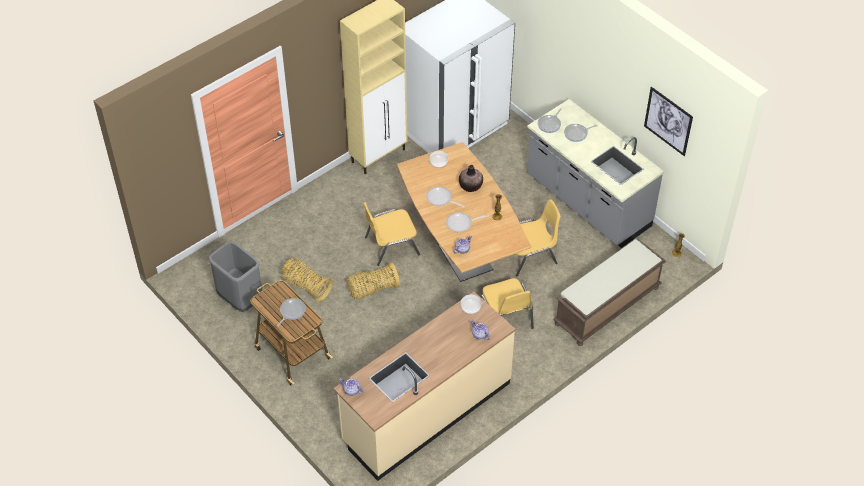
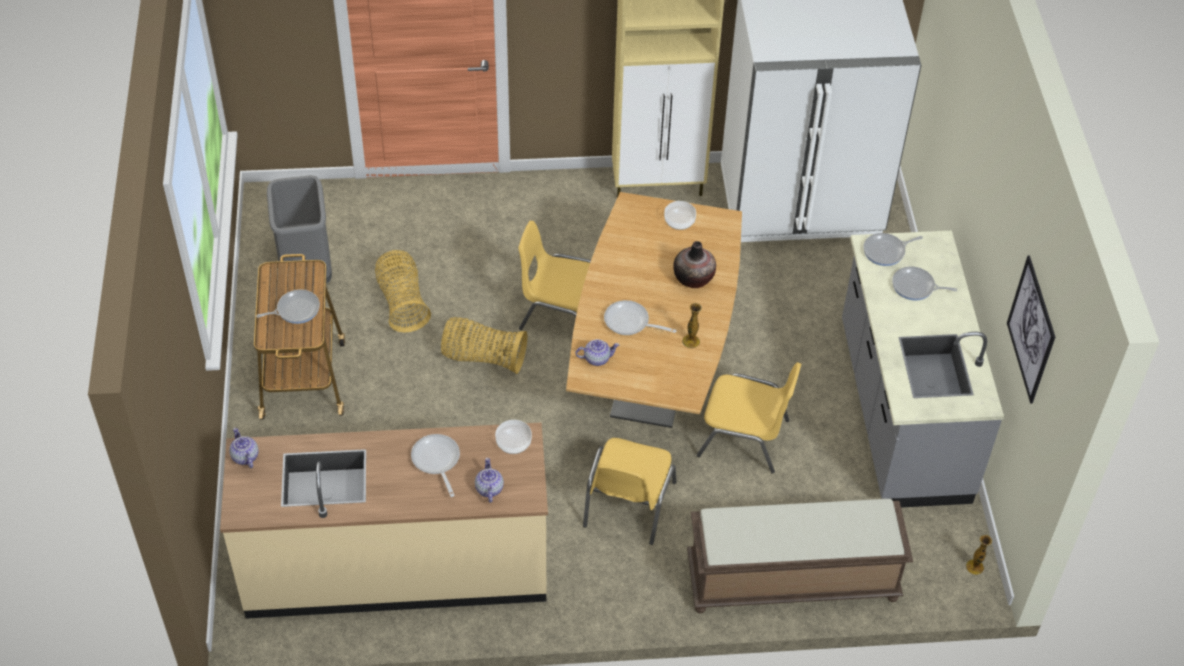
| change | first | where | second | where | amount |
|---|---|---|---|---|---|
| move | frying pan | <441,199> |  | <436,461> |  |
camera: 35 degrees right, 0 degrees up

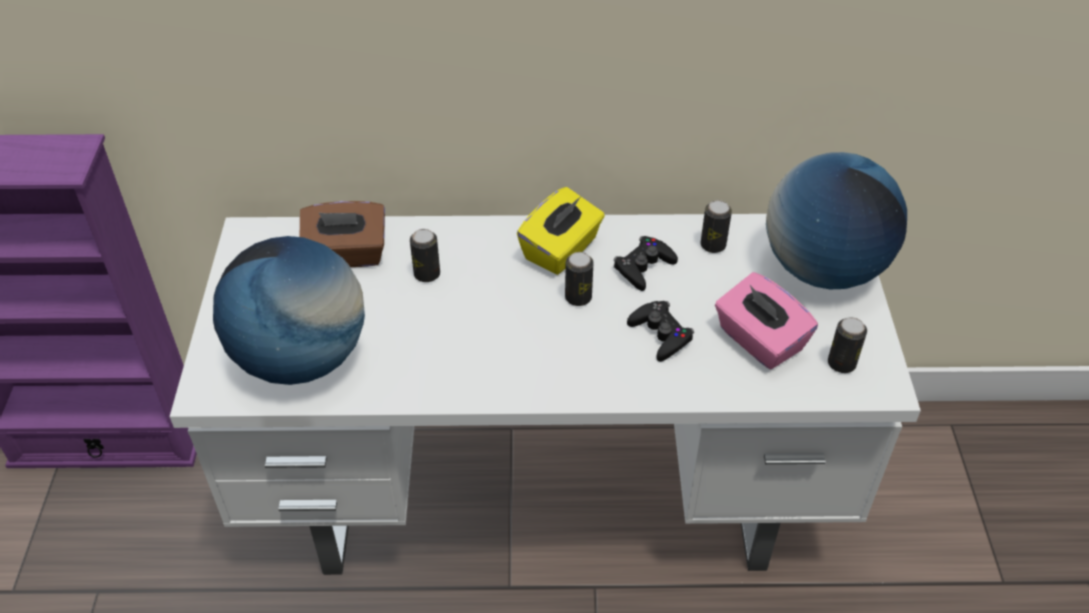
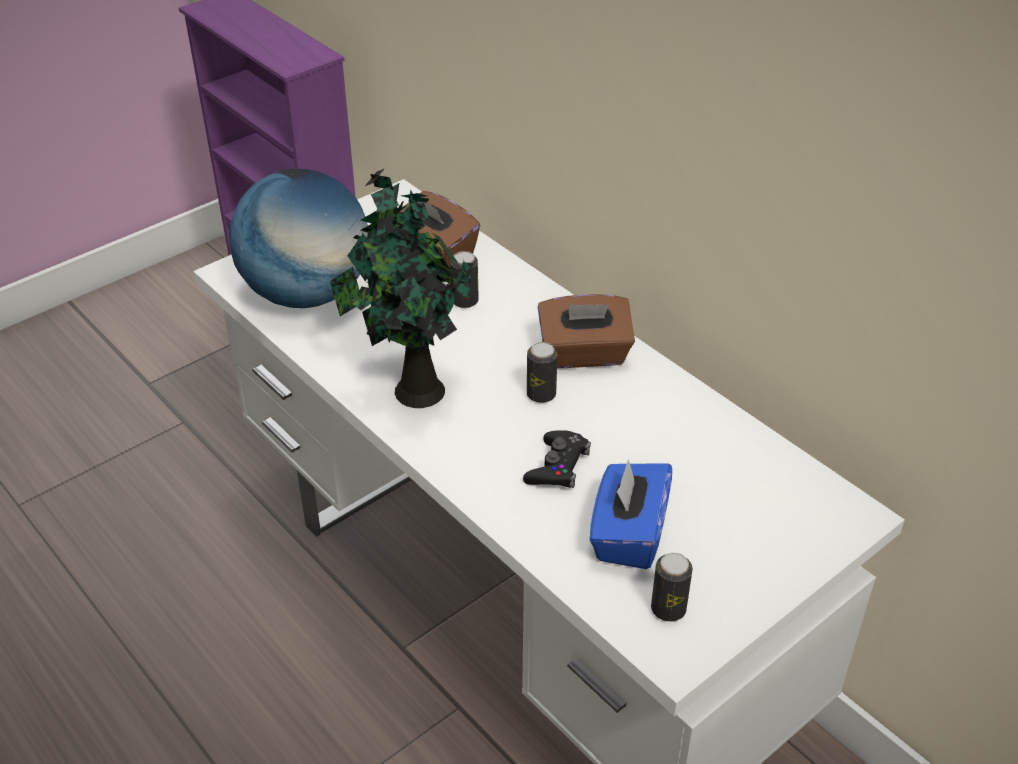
| change | first | where | second | where | amount |
|---|---|---|---|---|---|
| delete | black game controller | <643,267> |  |  |  |
| delete | can | <713,245> |  |  |  |
| delete | globe | <823,270> |  |  |  |
| insert |  |  | potted plant | <414,390> |  |
| recolor | yellow tissue box | <561,250> | brown tissue box | <584,354> |  |
| recolor | pink tissue box | <759,341> | blue tissue box | <628,535> |  |
camera: 50 degrees right, 5 degrees down

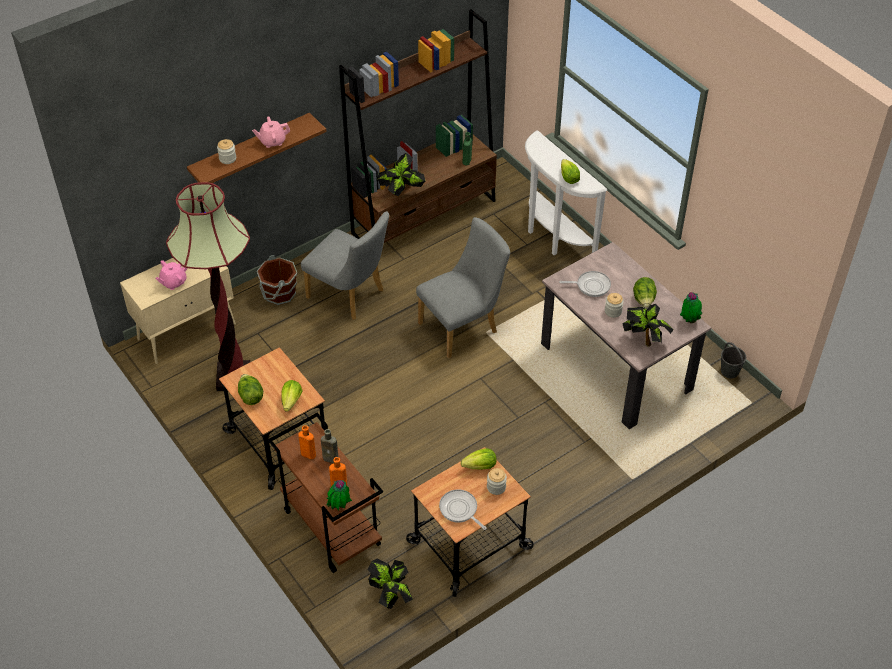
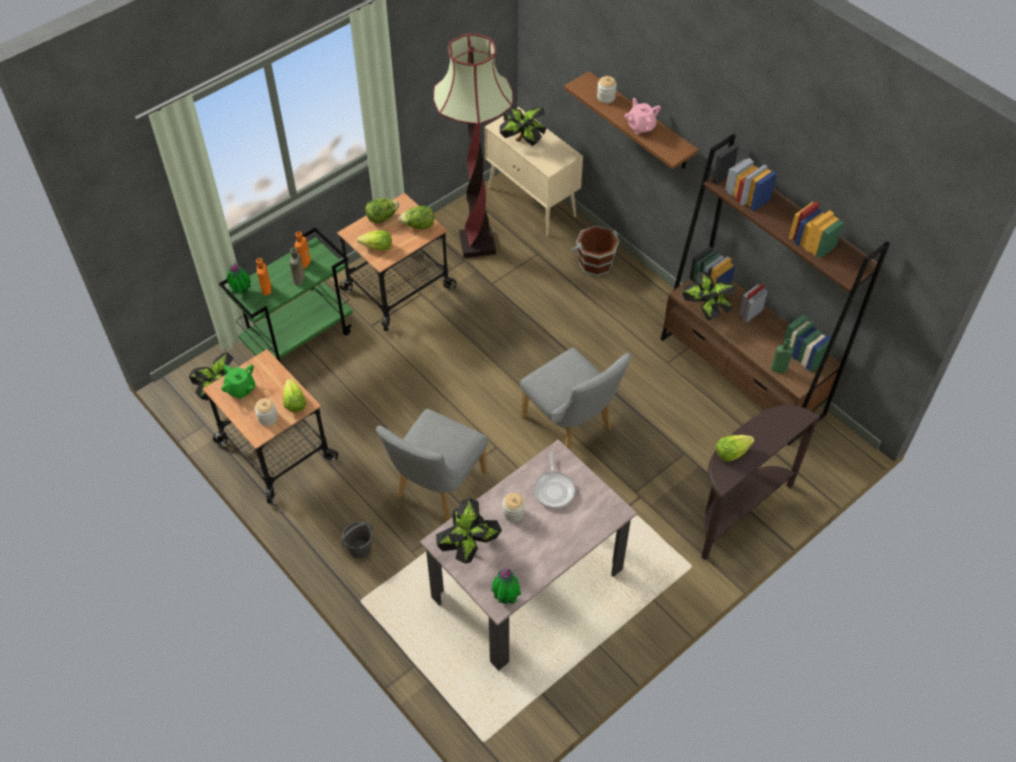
| change | first | where | second | where | amount |
|---|---|---|---|---|---|
| move | grey chair | <350,296> |  | <436,489> |  |
| move | lettuce | <644,300> |  | <418,226> |  |
| move | grey bucket | <729,371> |  | <359,549> |  |
| replace | pink teapot | <173,282> | potted plant | <523,142> |  |
| replace | frying pan | <460,510> | green teapot | <241,389> |  |
| recolor | brown cart | <330,527> | green cart | <299,338> |  |
| recolor | white console table | <553,238> | brown console table | <736,511> |  |
camera: 85 degrees right, 5 degrees up

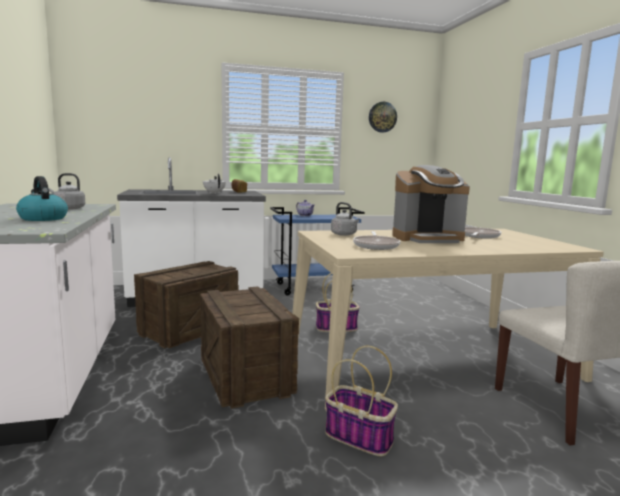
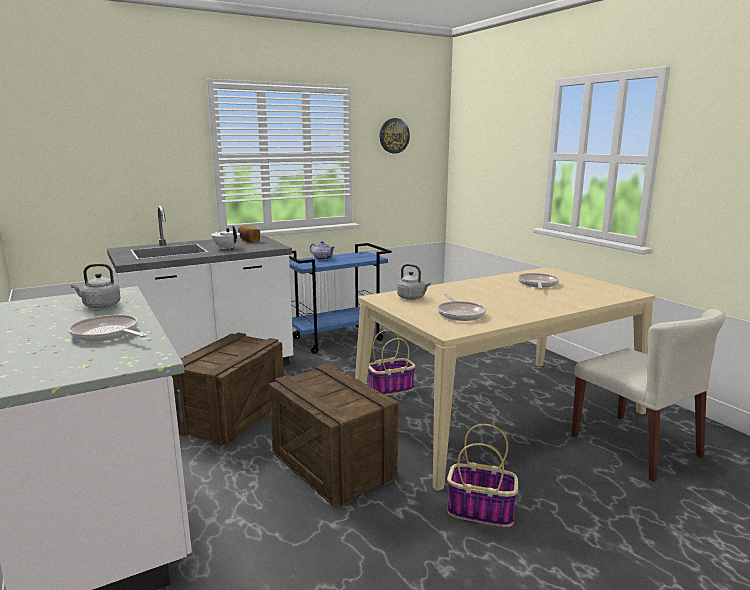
| change | first | where | second | where | amount |
|---|---|---|---|---|---|
| delete | coffee machine | <427,238> |  |  |  |
| replace | kettle | <42,218> | frying pan | <107,334> |  |
camera: 15 degrees left, 5 degrees up

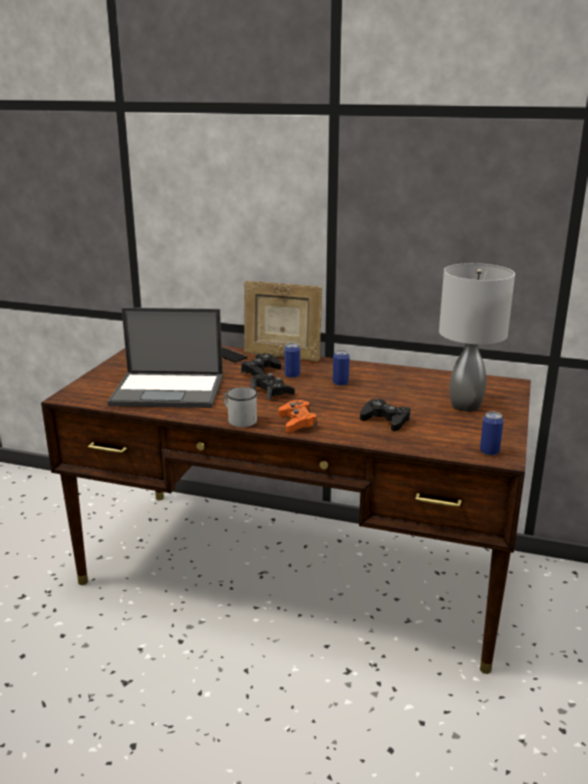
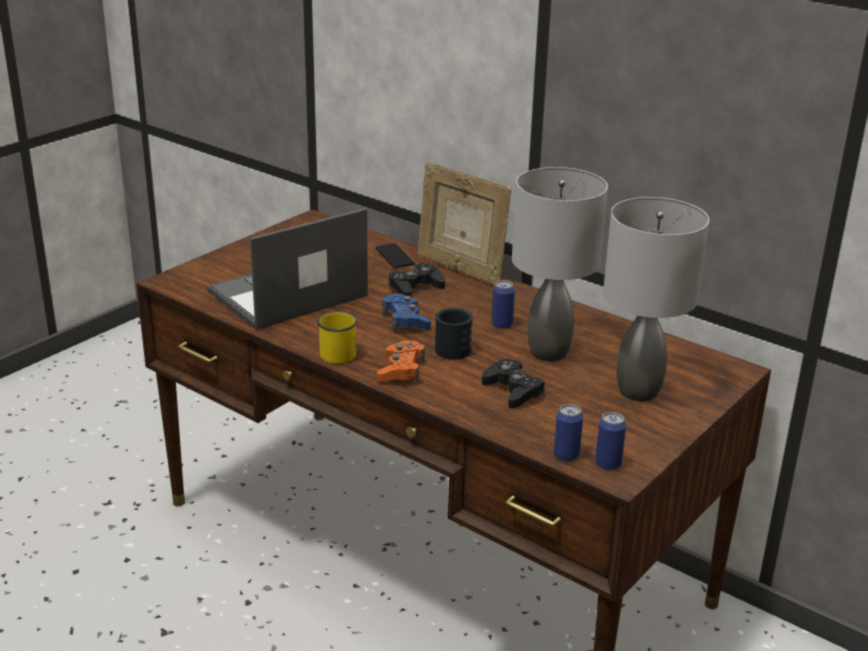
| change | first | where | second | where | amount |
|---|---|---|---|---|---|
| insert |  |  | black mug | <454,346> |  |
| insert |  |  | grey table lamp | <549,351> |  |
| move | can | <292,375> |  | <566,455> |  |
| recolor | white mug | <239,420> | yellow mug | <335,352> |  |
| recolor | black game controller | <272,392> | blue game controller | <405,320> |  |
| rotate | laptop | <169,390> |  | <286,294> | 120 degrees clockwise |
camera: 20 degrees right, 5 degrees up

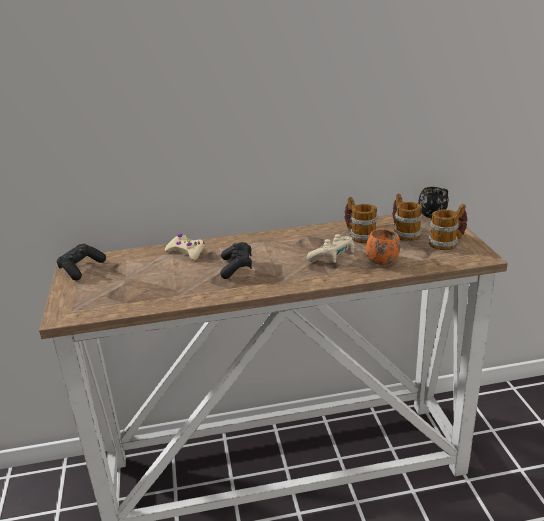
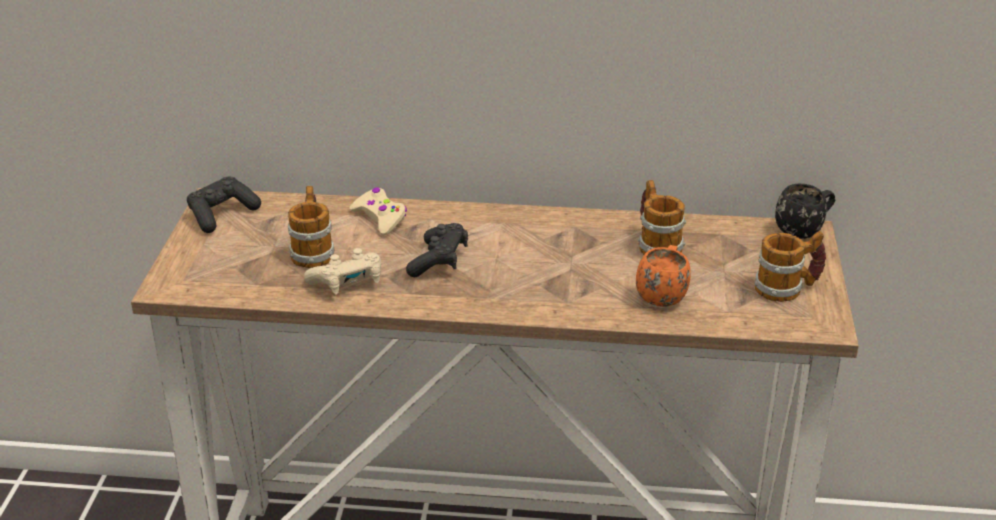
| change | first | where | second | where | amount |
|---|---|---|---|---|---|
| move | beige game controller | <332,257> |  | <348,283> |  |
| move | mug | <404,233> |  | <313,251> |  |
camera: 15 degrees right, 5 degrees up

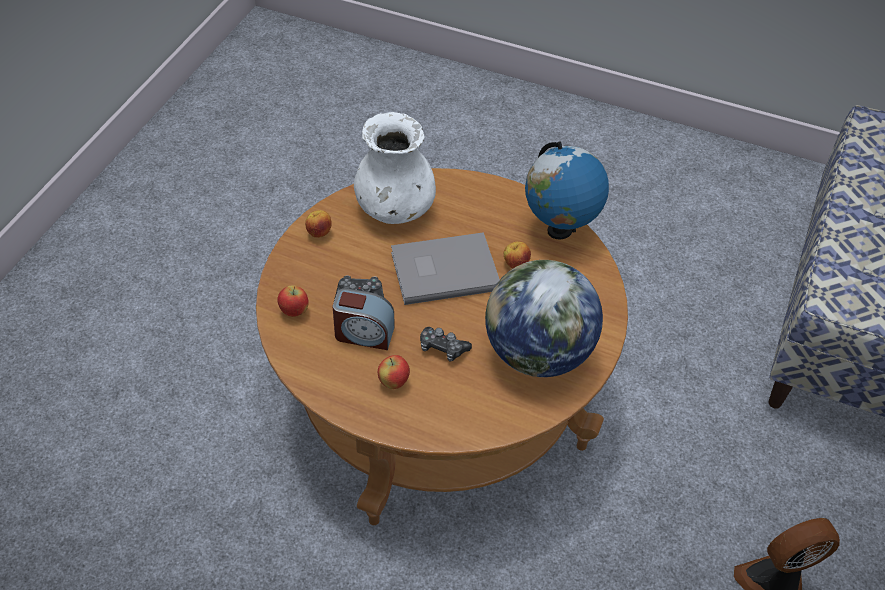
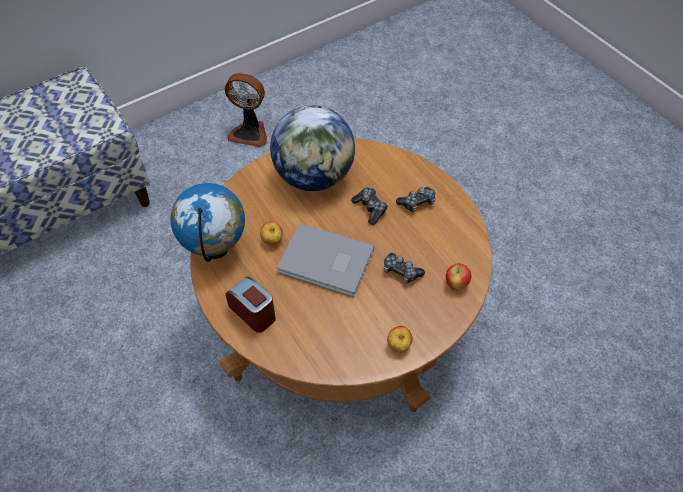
| change | first | where | second | where | amount |
|---|---|---|---|---|---|
| delete | white vase | <395,209> |  |  |  |
| move | alarm clock | <363,334> |  | <253,312> |  |
| replace | apple | <393,382> | game controller | <417,203> |  |
camera: 145 degrees left, 5 degrees up

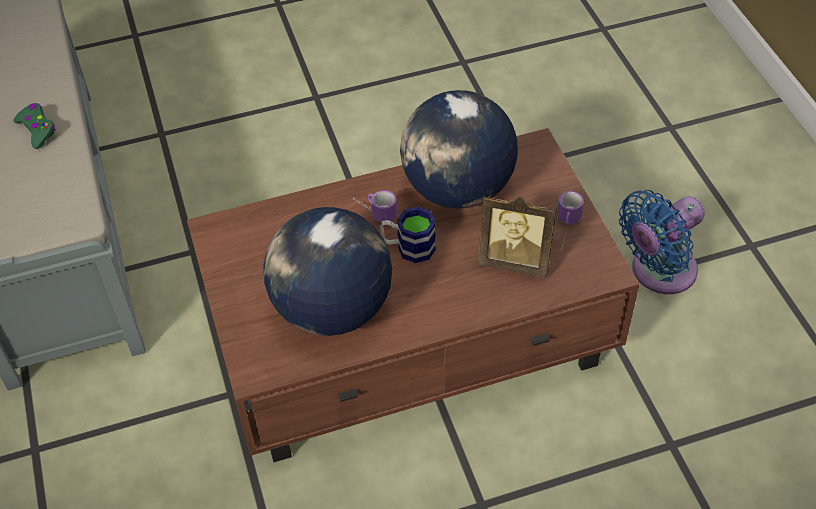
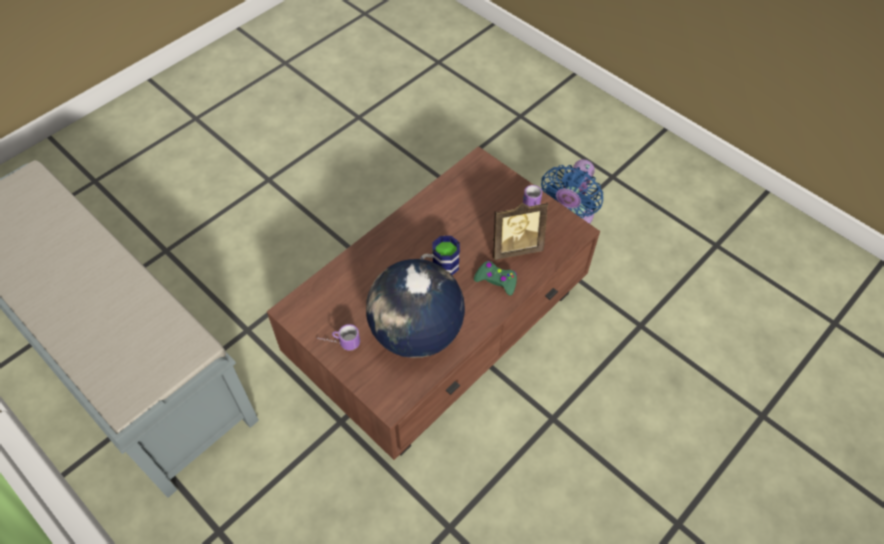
| change | first | where | second | where | amount |
|---|---|---|---|---|---|
| delete | globe | <456,189> |  |  |  |
| move | green game controller | <37,130> |  | <496,280> |  |
| move | mug | <373,212> |  | <339,342> |  |
camera: 30 degrees left, 5 degrees up

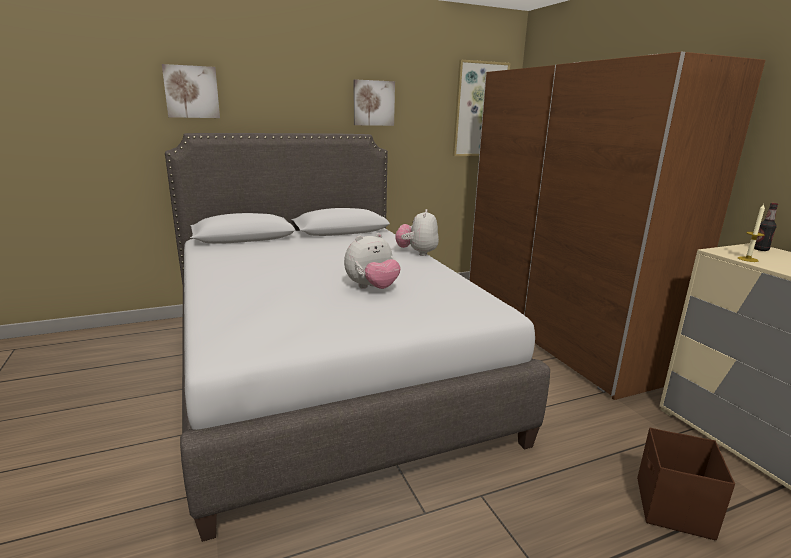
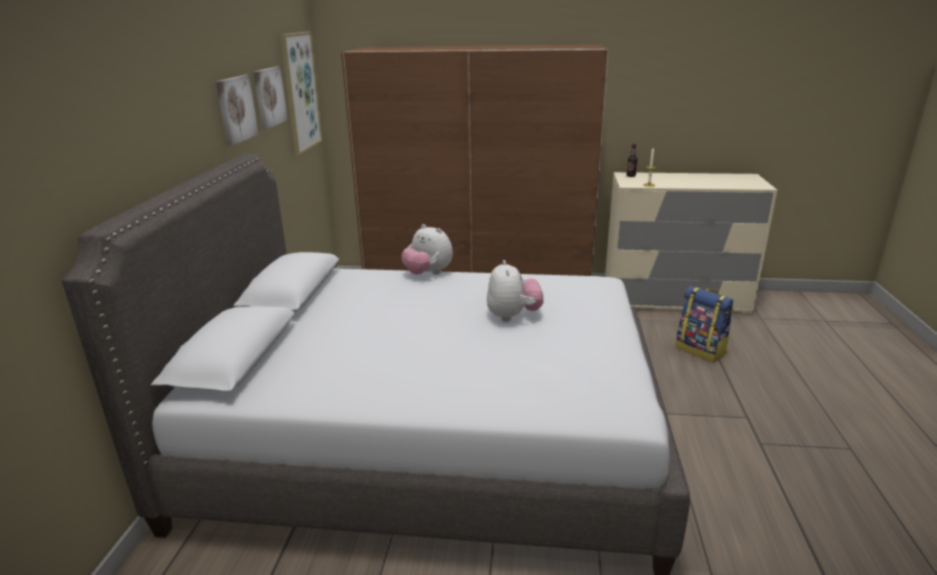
| change | first | where | second | where | amount |
|---|---|---|---|---|---|
| move | picture | <191,92> |  | <269,97> |  |
| replace | brown storage box | <673,508> | backpack | <701,350> |  |
camera: 60 degrees left, 5 degrees up

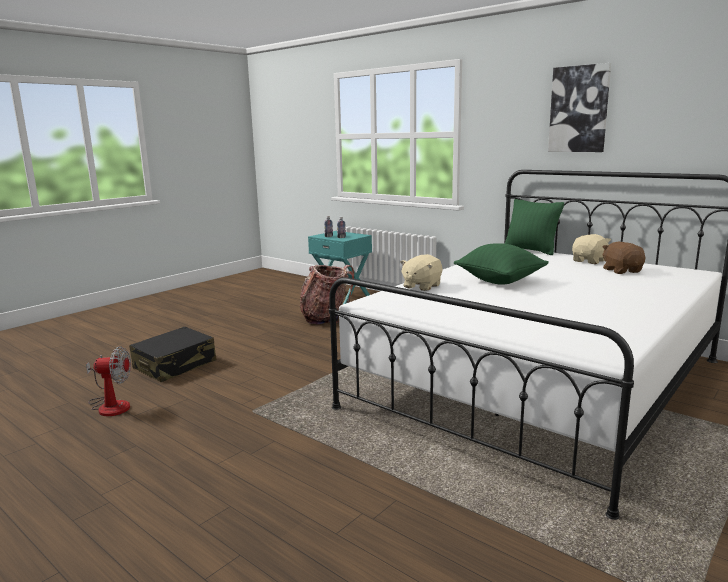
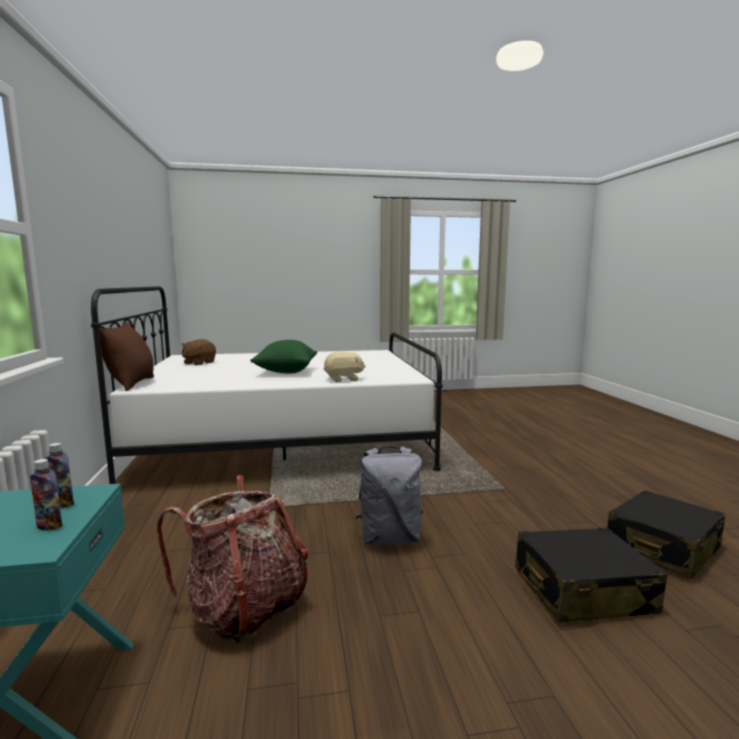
| change | first | where | second | where | amount |
|---|---|---|---|---|---|
| delete | picture | <579,109> |  |  |  |
| delete | beige plush toy | <589,261> |  |  |  |
| insert |  |  | grey backpack | <389,537> |  |
| replace | fan | <111,405> | black suitcase | <662,548> |  |
| recolor | green pillow | <531,250> | brown pillow | <131,384> |  |
camera: 140 degrees left, 5 degrees down

